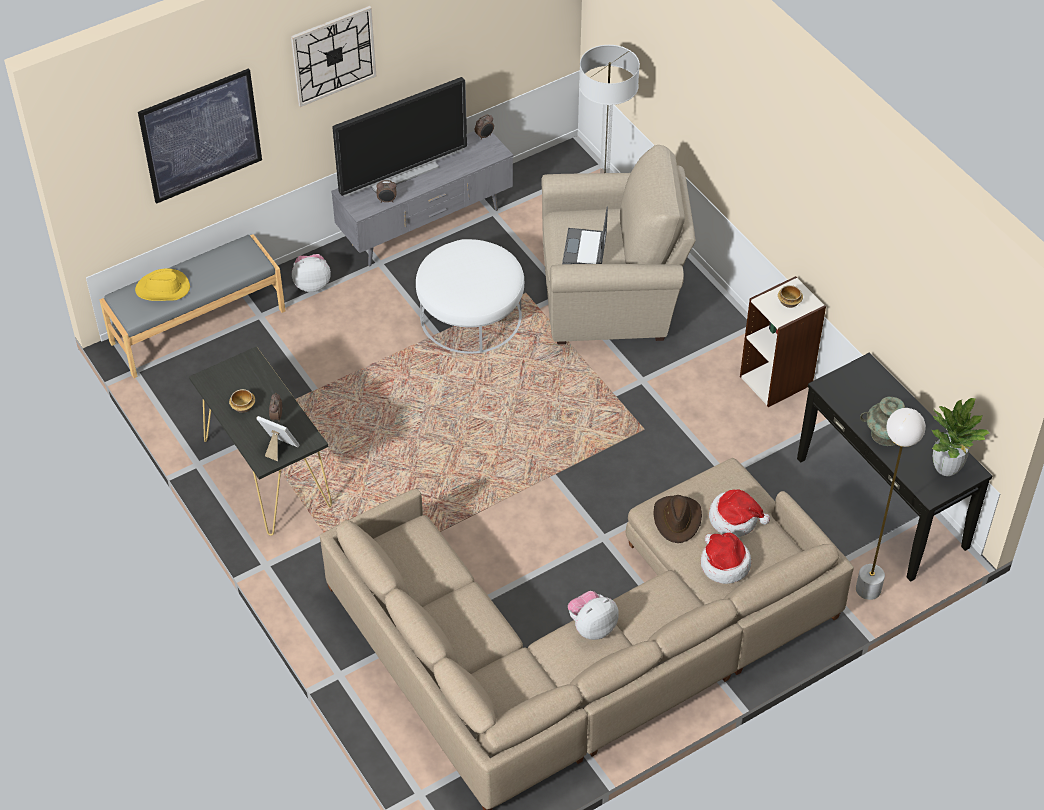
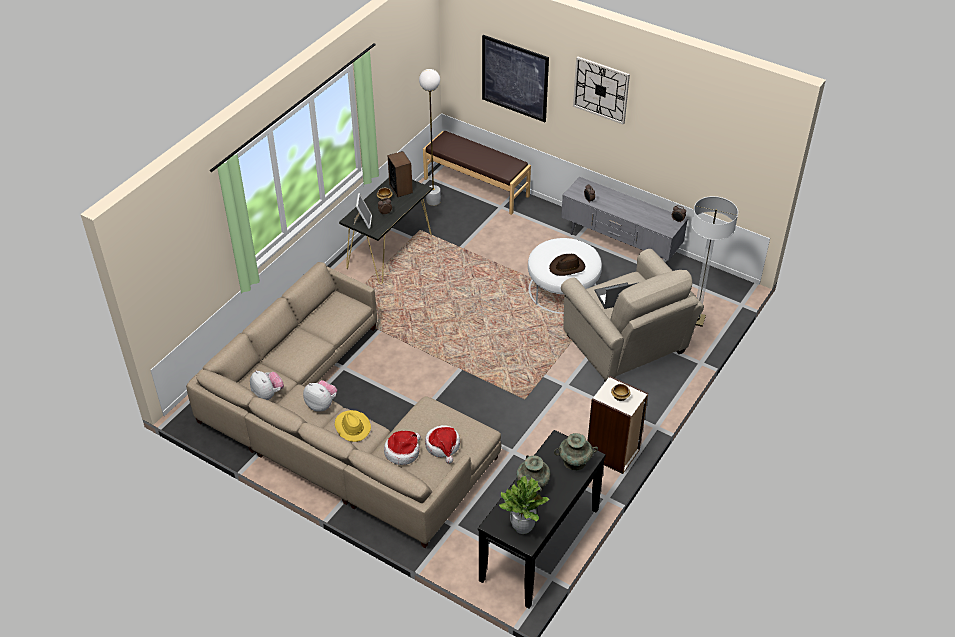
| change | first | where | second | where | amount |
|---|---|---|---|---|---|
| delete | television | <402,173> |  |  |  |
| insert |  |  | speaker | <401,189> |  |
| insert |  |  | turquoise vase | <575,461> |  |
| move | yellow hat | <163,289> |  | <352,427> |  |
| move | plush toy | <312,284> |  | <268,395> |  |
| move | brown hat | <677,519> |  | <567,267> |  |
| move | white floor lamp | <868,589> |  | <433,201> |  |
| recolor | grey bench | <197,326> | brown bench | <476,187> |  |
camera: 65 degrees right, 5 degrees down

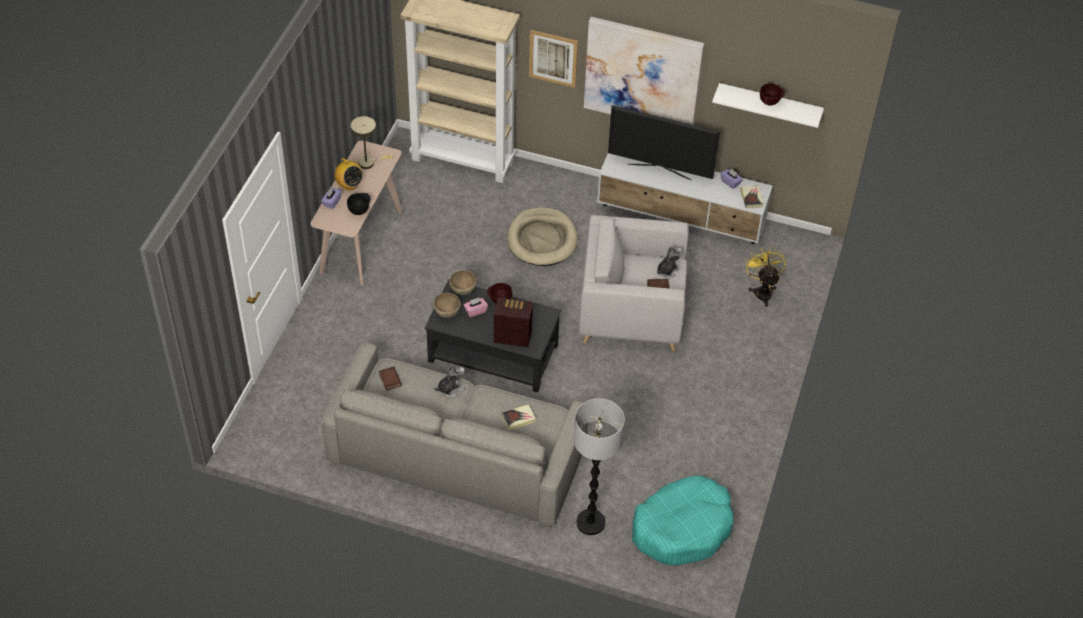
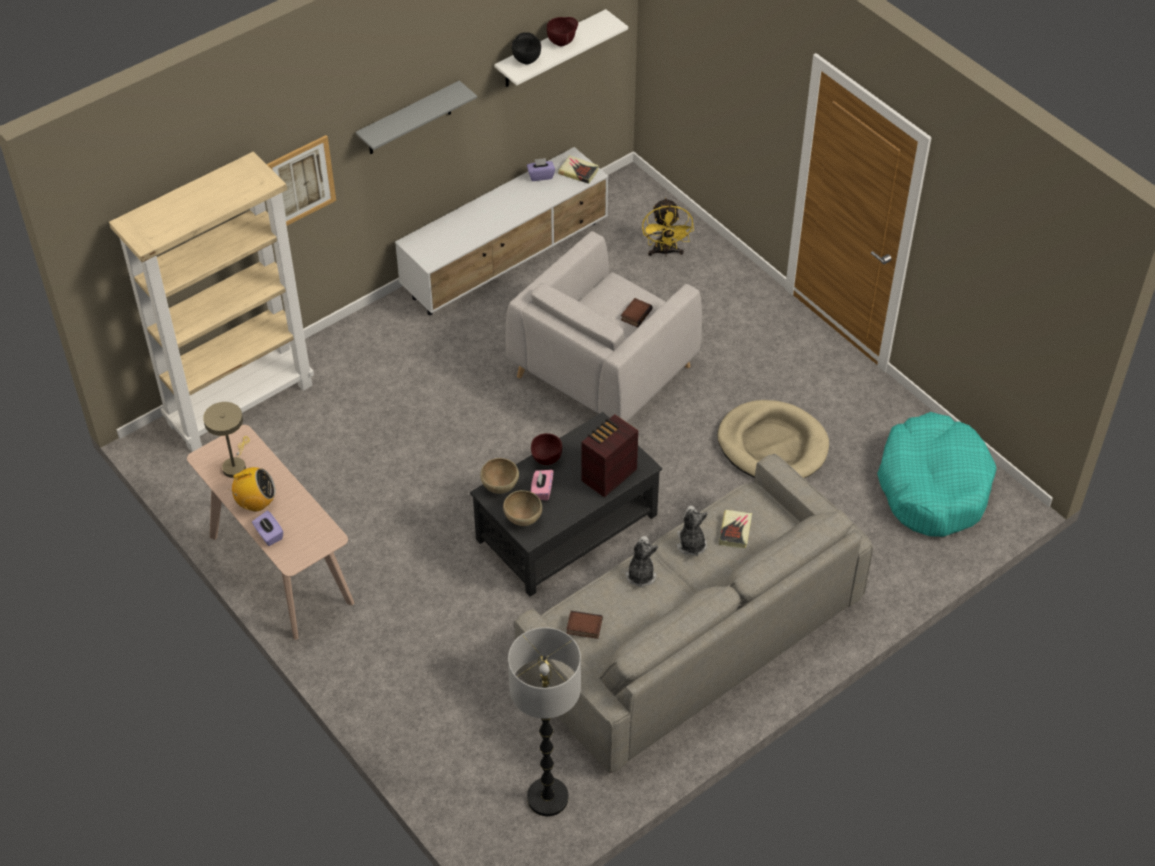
| change | first | where | second | where | amount |
|---|---|---|---|---|---|
| delete | television | <659,171> |  |  |  |
| move | black bowl | <359,211> |  | <526,60> |  |
| move | beige dog bed | <542,239> |  | <772,445> |  |
| move | floor lamp | <590,523> |  | <547,798> |  |
| move | plush toy | <667,270> |  | <691,544> |  |
| replace | picture | <643,74> | grey shelf | <409,119> |  |
| rotate | yellow fan | <762,291> |  | <665,252> | 120 degrees counterclockwise |
camera: 55 degrees left, 0 degrees up

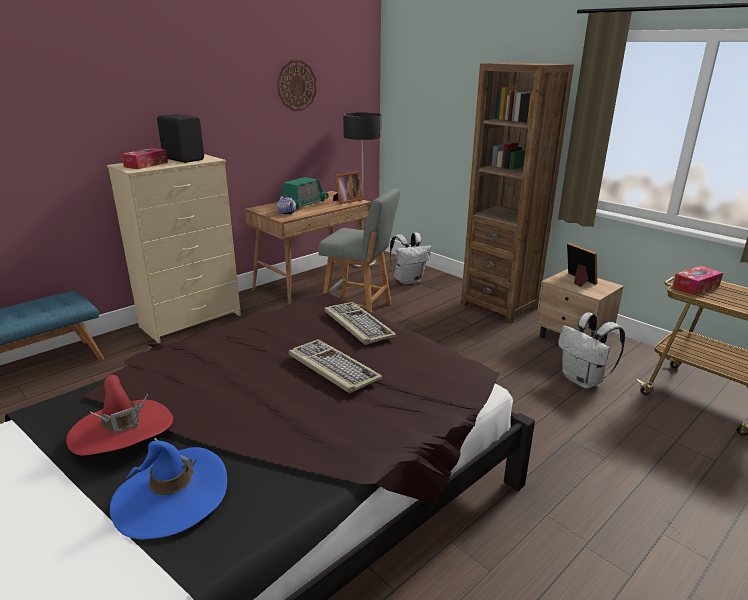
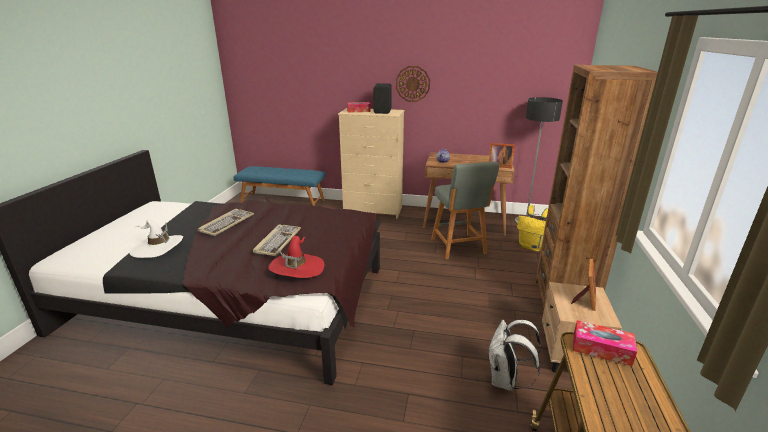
| change | first | where | second | where | amount |
|---|---|---|---|---|---|
| delete | radio | <304,203> |  |  |  |
| move | red hat | <122,431> |  | <297,268> |  |
| move | wall clock | <296,86> |  | <412,84> |  |
| move | keyboard | <357,325> |  | <226,223> |  |
| recolor | blue hat | <171,496> | white hat | <157,248> |  |
| recolor | white backpack | <408,281> | yellow backpack | <532,247> |  |
camera: 55 degrees right, 0 degrees up

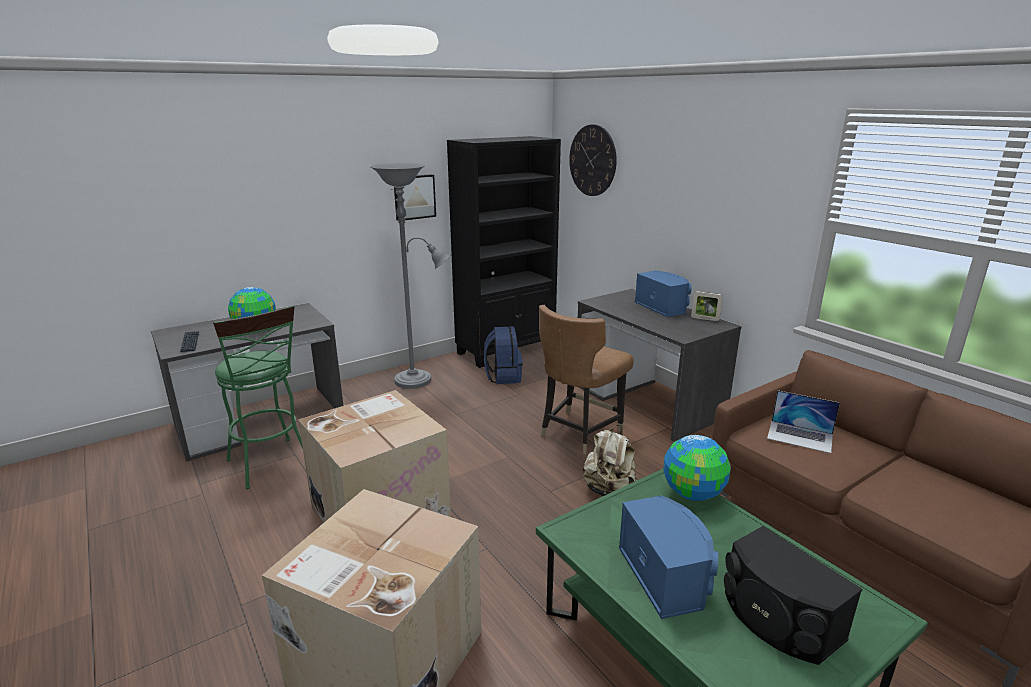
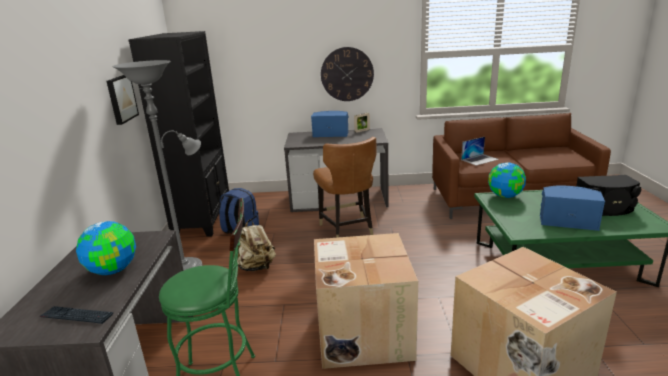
| change | first | where | second | where | amount |
|---|---|---|---|---|---|
| move | wall clock | <592,160> |  | <347,74> |  |
| move | beige backpack | <609,491> |  | <256,267> |  |
camera: 55 degrees left, 0 degrees up

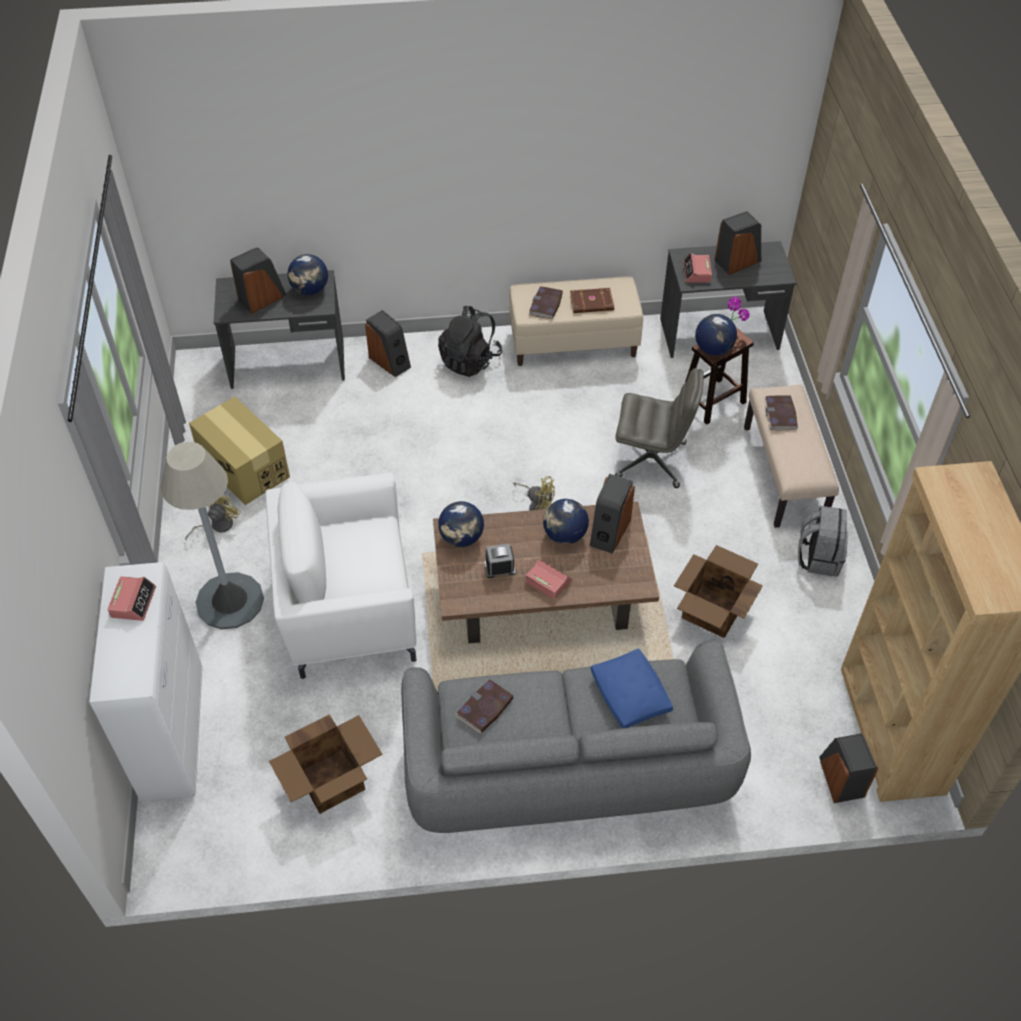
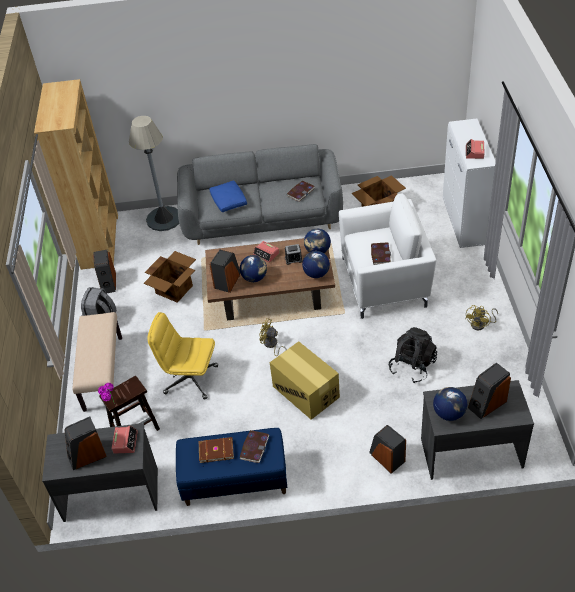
| change | first | where | second | where | amount |
|---|---|---|---|---|---|
| move | grey floor lamp | <230,601> |  | <164,219> |  |
| move | cardboard box | <244,468> |  | <306,392> |  |
| move | black backpack | <470,360> |  | <412,366> |  |
| move | globe | <713,349> |  | <318,251> |  |
| move | book | <780,415> |  | <380,254> |  |
| move | speaker | <840,778> |  | <108,283> |  |
| recolor | beige bench | <574,343> | blue bench | <234,481> |  |
| recolor | grey office chair | <652,460> | yellow office chair | <190,379> |  |
camera: 175 degrees left, 5 degrees down

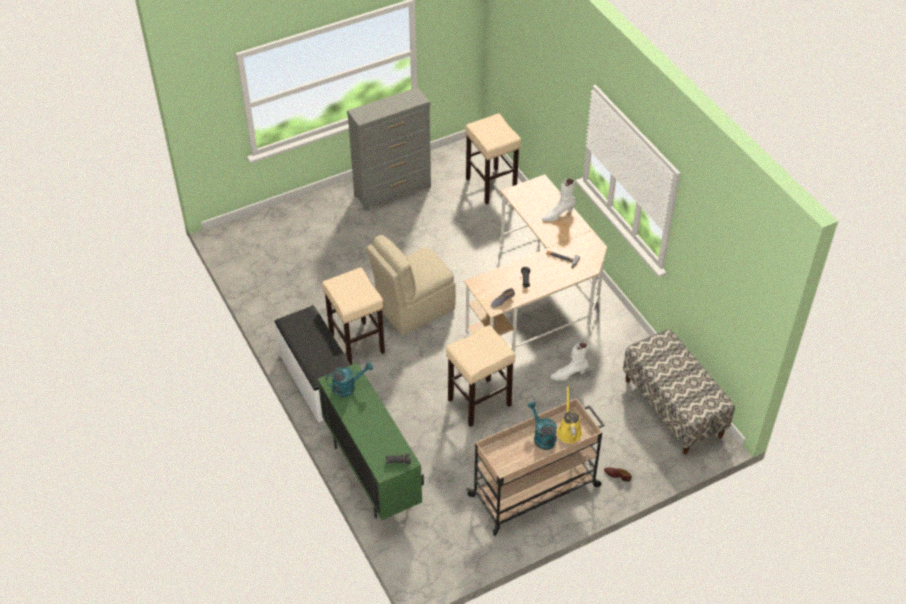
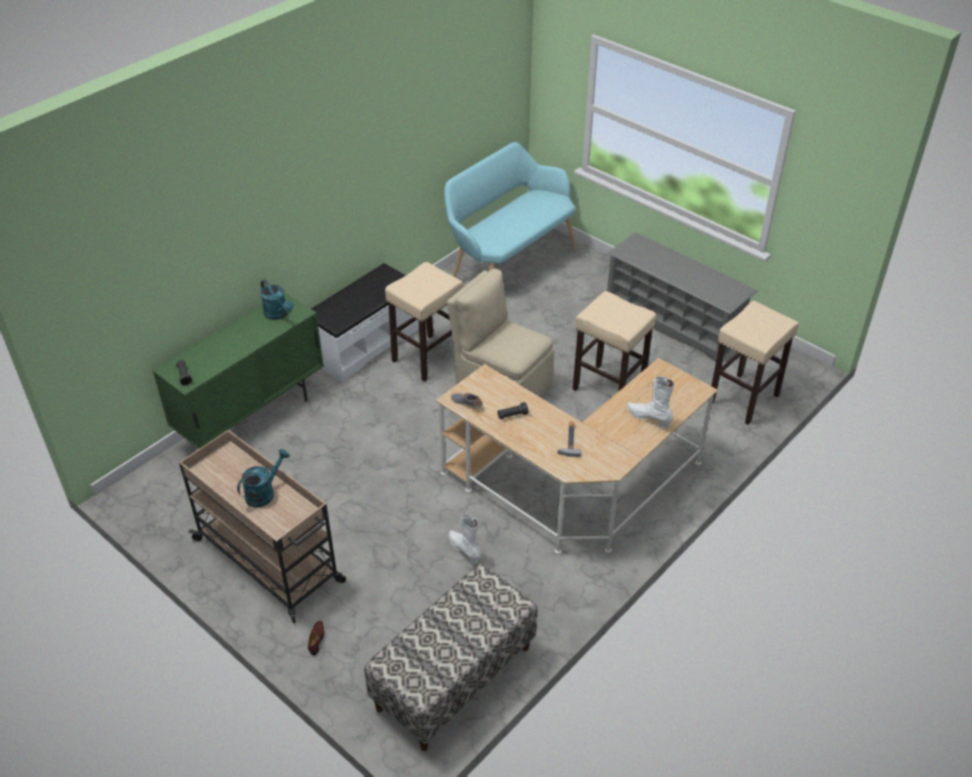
| change | first | where | second | where | amount |
|---|---|---|---|---|---|
| delete | yellow watering can | <569,430> |  |  |  |
| insert |  |  | turquoise bench | <508,265> |  |
| move | beige stool | <479,403> |  | <607,388> |  |
| replace | grey dresser | <393,191> | grey shoe rack | <673,322> |  |
camera: 70 degrees right, 5 degrees down

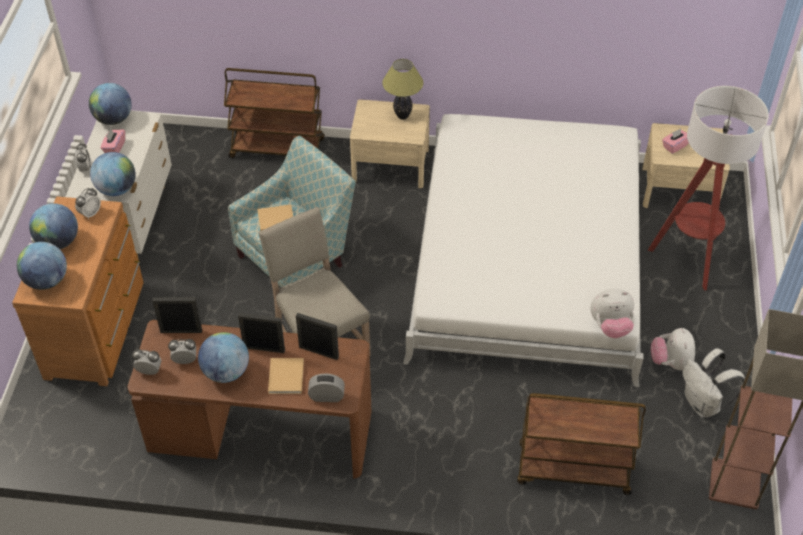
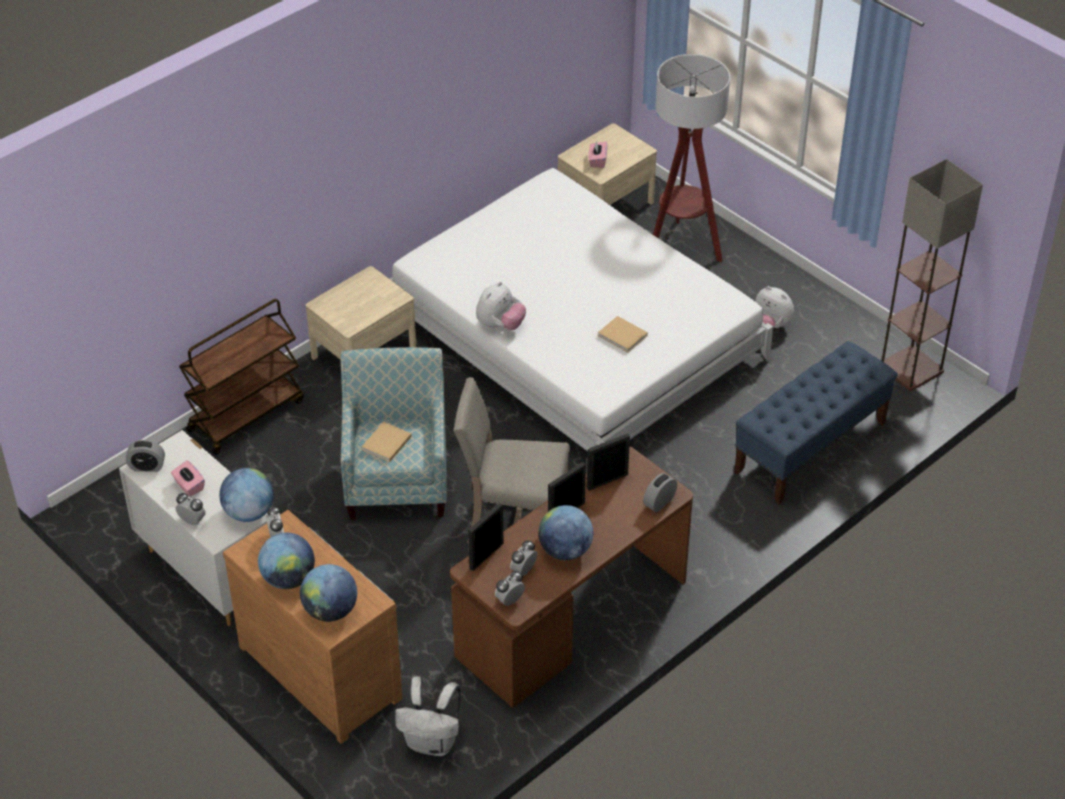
| change | first | where | second | where | amount |
|---|---|---|---|---|---|
| delete | table lamp | <402,116> |  |  |  |
| move | beige book | <286,378> |  | <623,336> |  |
| move | plush toy | <610,326> |  | <500,325> |  |
| move | white backpack | <703,404> |  | <432,742> |  |
| replace | globe | <113,119> | alarm clock | <147,466> |  |
| replace | brown cart | <572,470> | blue bench | <810,448> |  |
camera: 50 degrees left, 5 degrees down

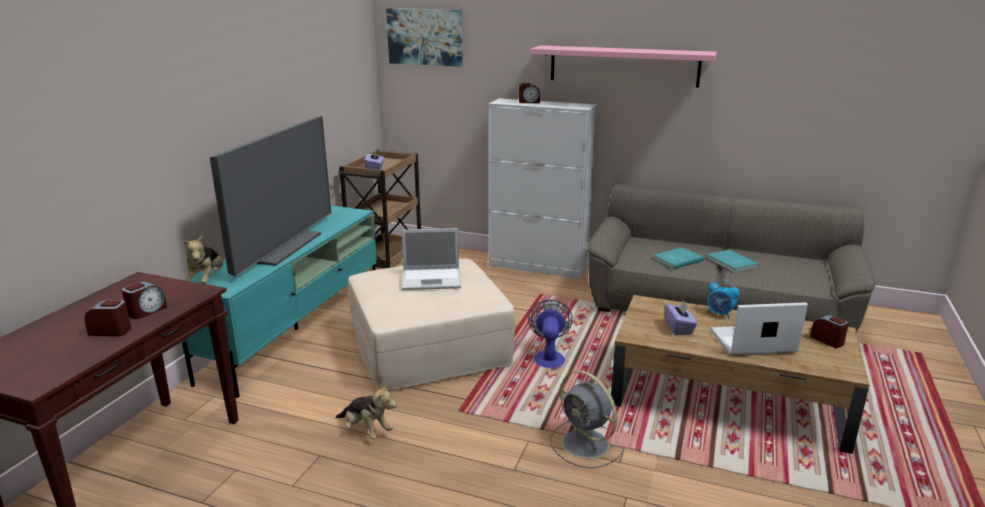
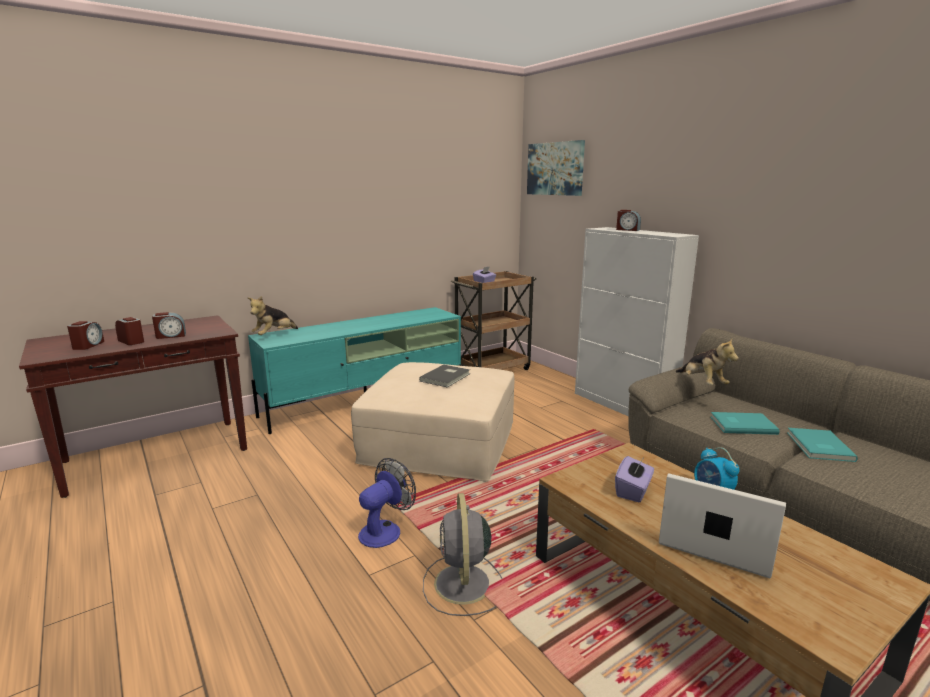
| change | first | where | second | where | amount |
|---|---|---|---|---|---|
| delete | television | <281,246> |  |  |  |
| delete | pink shelf | <623,66> |  |  |  |
| move | plush toy | <366,430> |  | <702,383> |  |
| move | fan | <549,357> |  | <385,530> |  |
| move | alarm clock | <827,340> |  | <88,345> |  |
| replace | laptop | <433,279> | grey book | <446,377> |  |
camera: 35 degrees right, 5 degrees down

